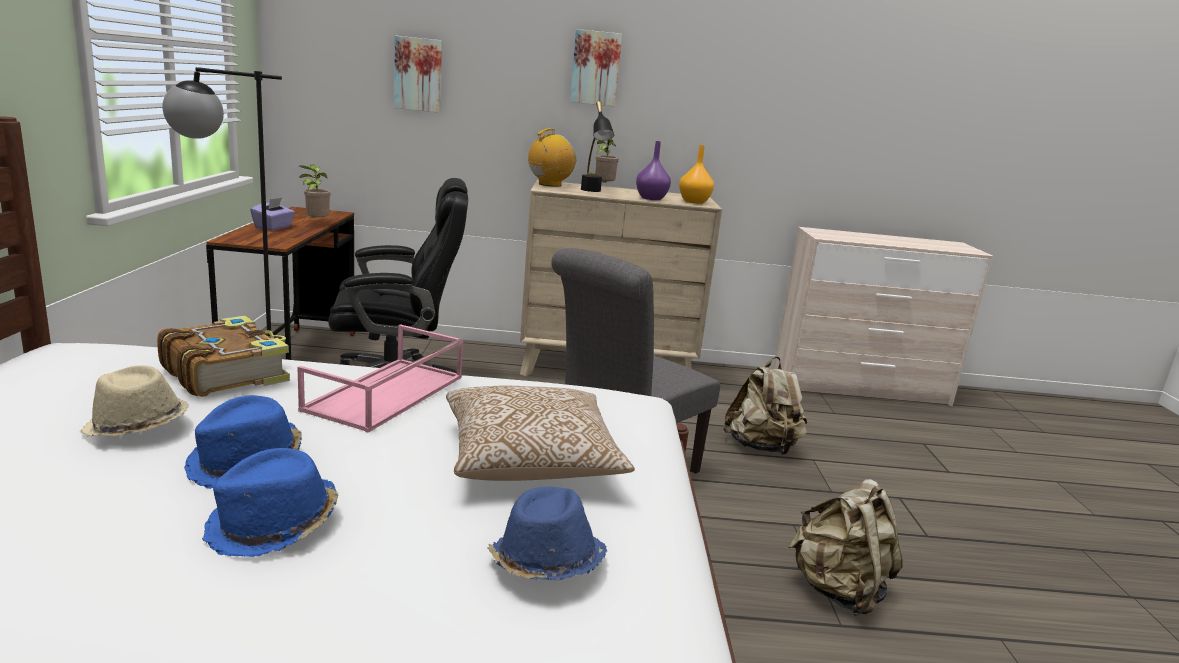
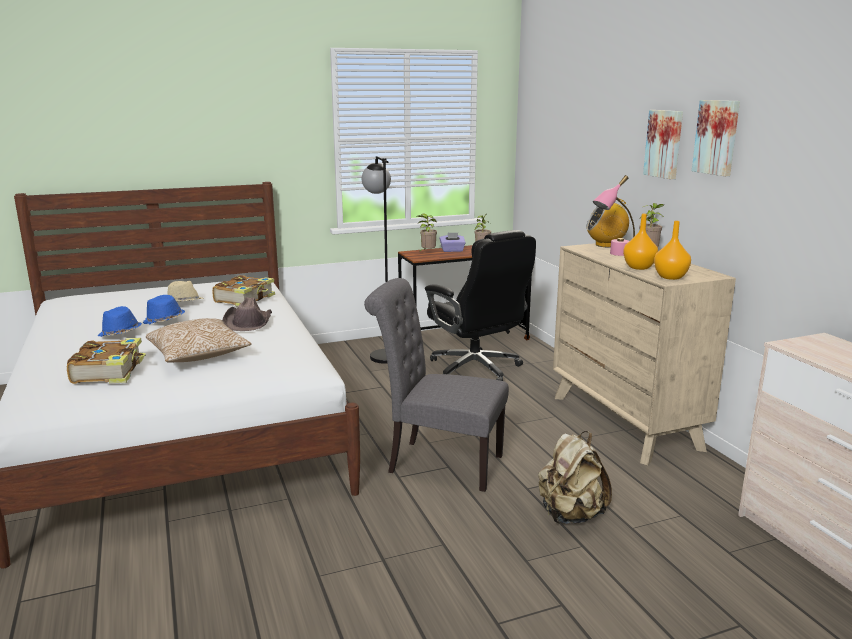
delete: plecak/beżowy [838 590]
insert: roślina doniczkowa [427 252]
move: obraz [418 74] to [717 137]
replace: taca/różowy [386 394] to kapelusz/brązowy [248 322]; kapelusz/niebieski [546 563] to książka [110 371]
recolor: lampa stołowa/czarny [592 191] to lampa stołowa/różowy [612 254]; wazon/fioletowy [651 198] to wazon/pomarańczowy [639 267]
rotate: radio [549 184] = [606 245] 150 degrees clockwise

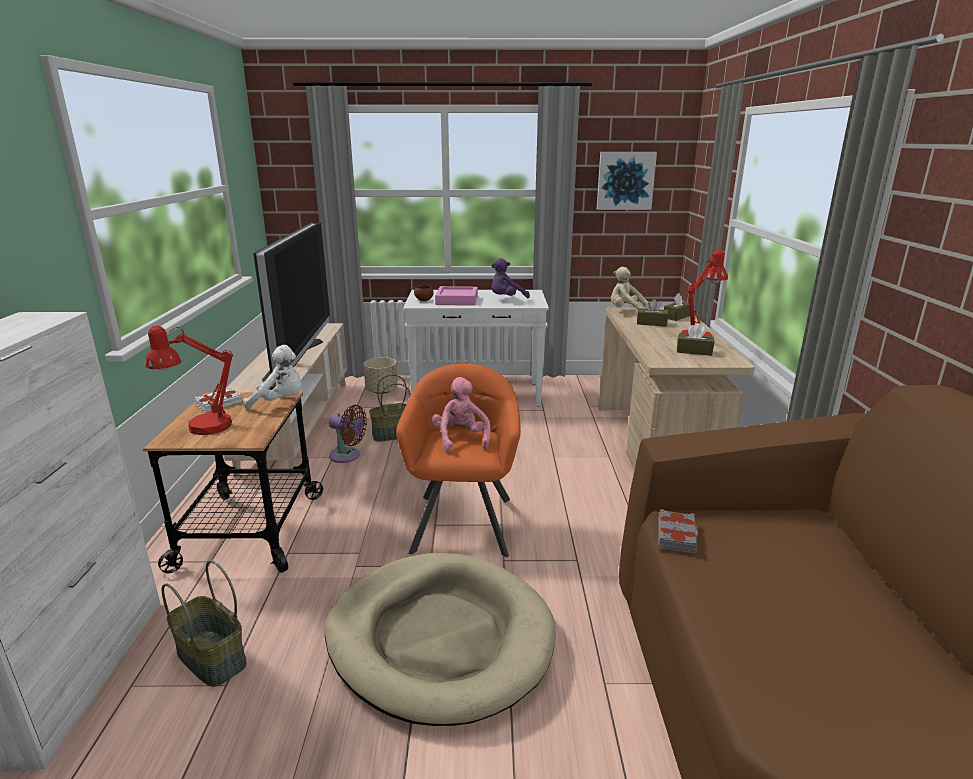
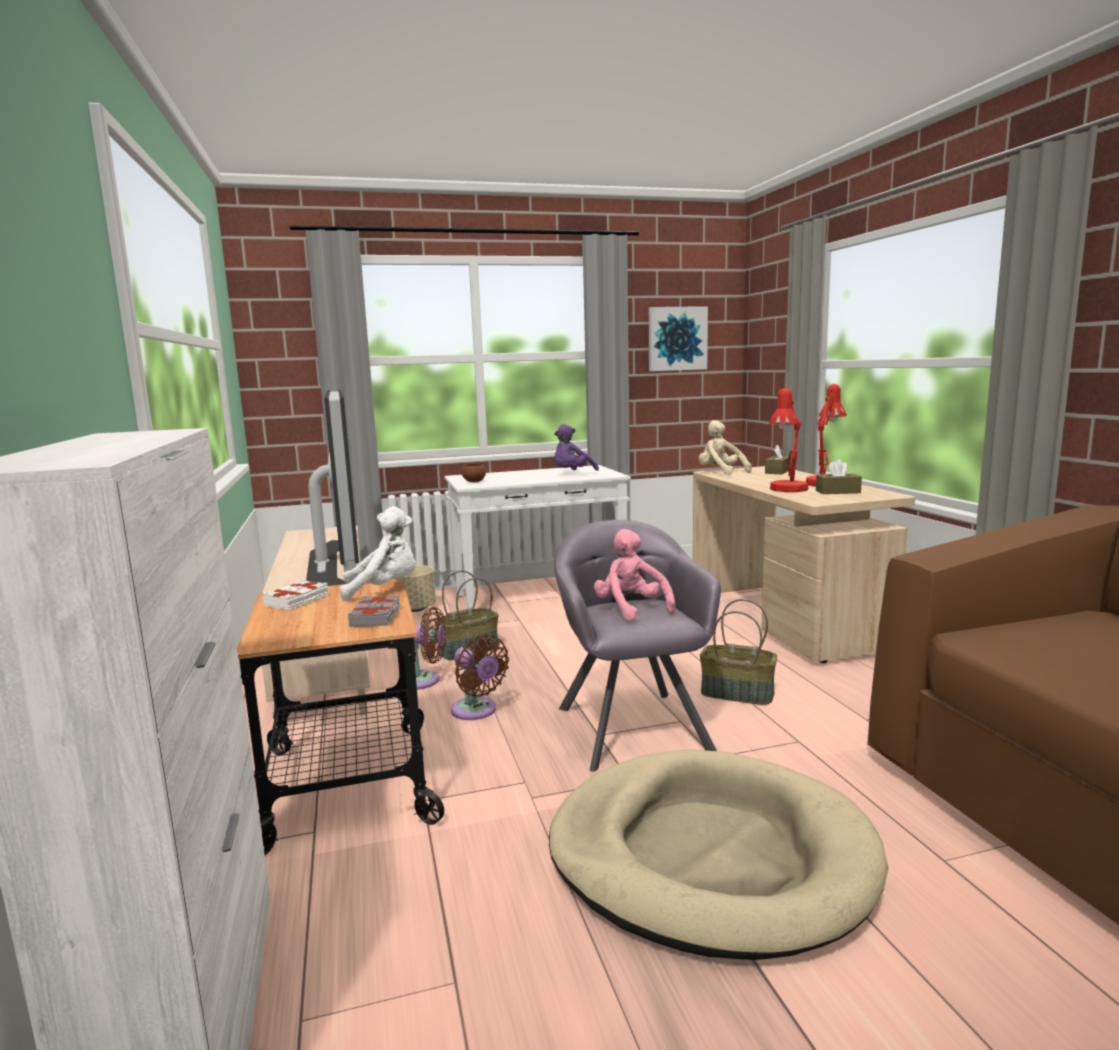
delete: taca/różowy [457 300]; pudełko chusteczek/brązowy [651 323]
insert: wentylator/brązowy [476 711]
move: lampa stołowa/czerwony [201 429] to [786 490]; książka/szary [677 536] to [376 617]; koszyk [210 658] to [736 694]
recolor: fotel/pomarańczowy [463 523] to fotel/szary [633 727]
rotate: pluszak/beżowy [626 312] = [720 472] 45 degrees clockwise

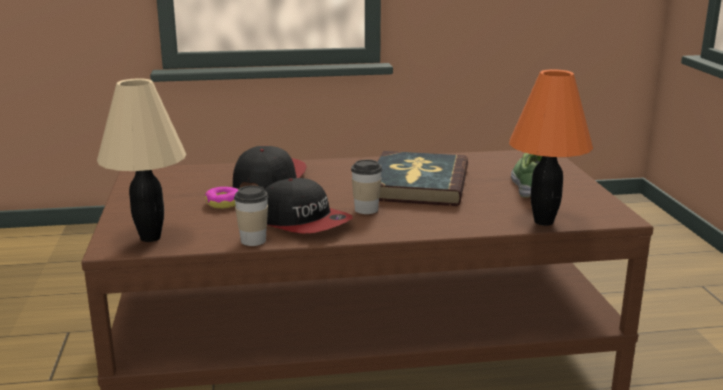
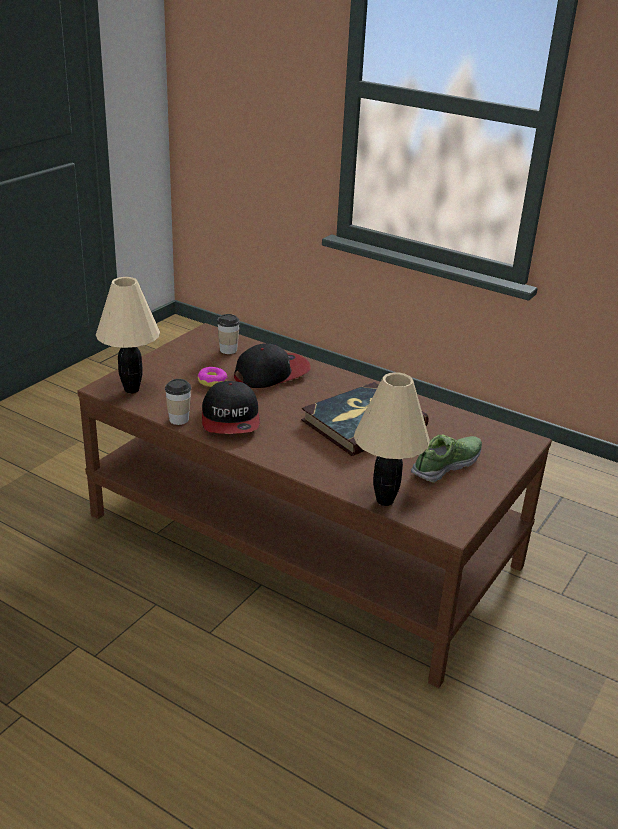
move: filiżanka [366 209] to [228 350]
recolor: lampa stołowa/pomarańczowy [544 221] to lampa stołowa/beżowy [385 500]

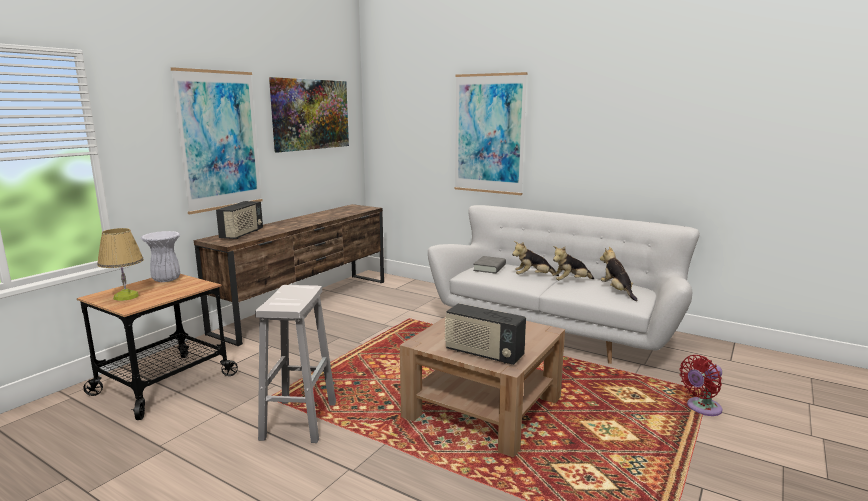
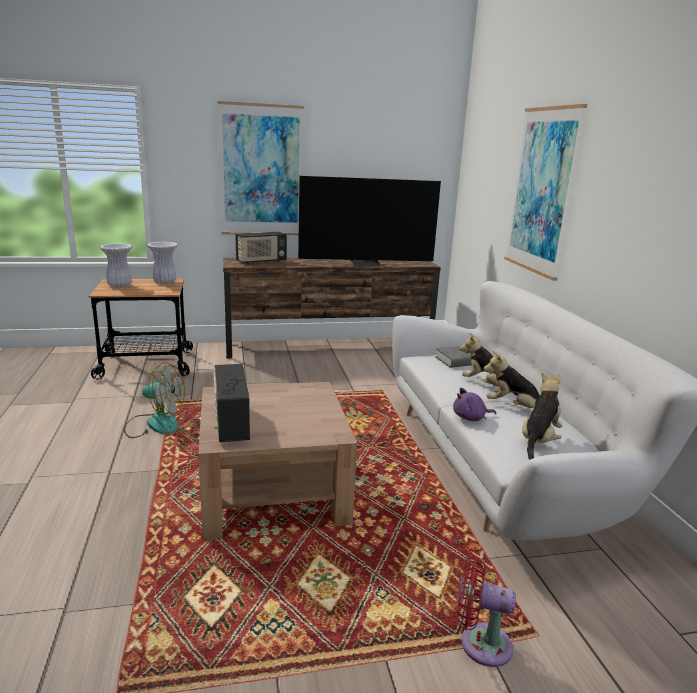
delete: obraz [311 114]
insert: telewizor [366 264]; pluszak/fioletowy [470 418]
replace: lampa stołowa [126 296] to wazon/biały [119 286]; stołek/biały [299 419] to wentylator [154 424]

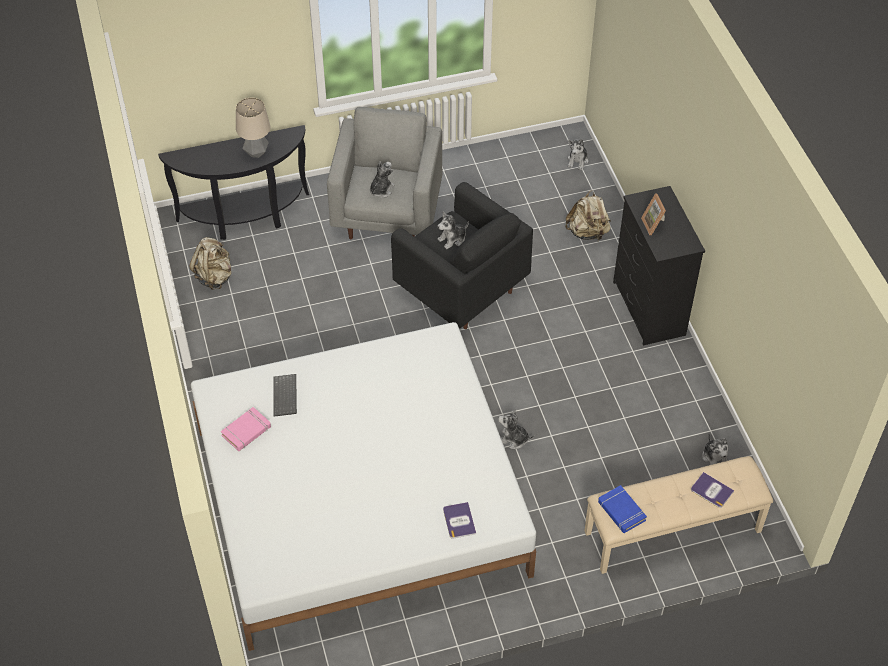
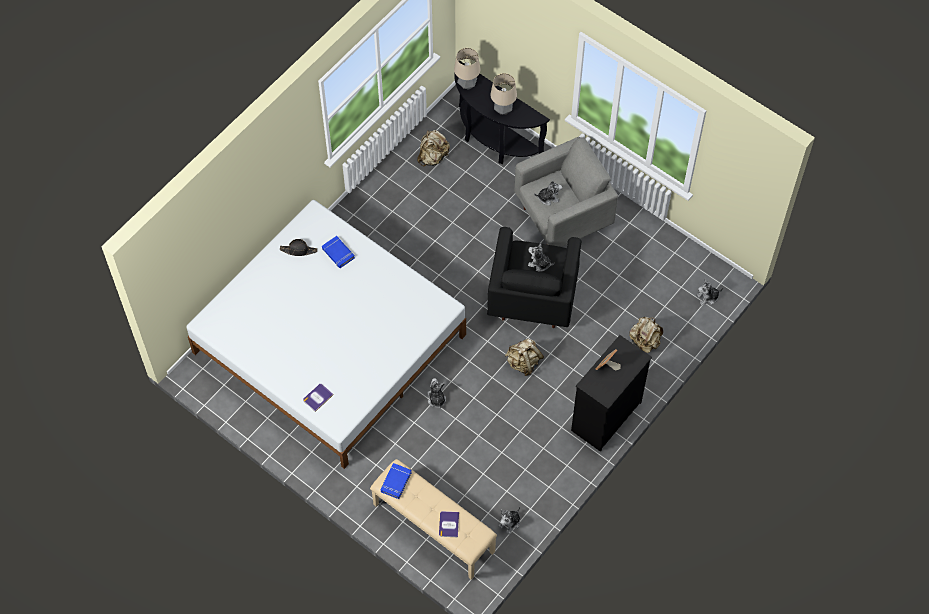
insert: lampa stołowa [467 85]; plecak/beżowy [523 363]
replace: klawiatura [286 396] to książka/niebieski [338 253]; książka/różowy [246 431] to kapelusz/czarny [298 250]

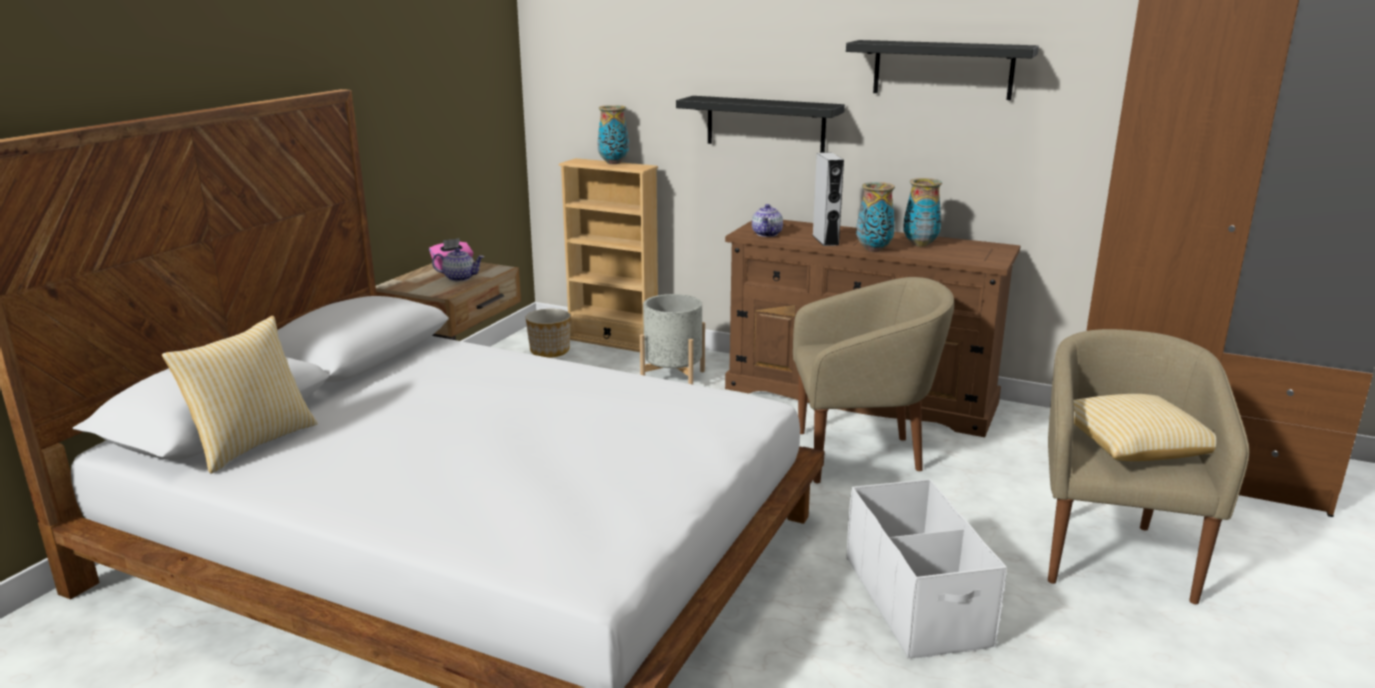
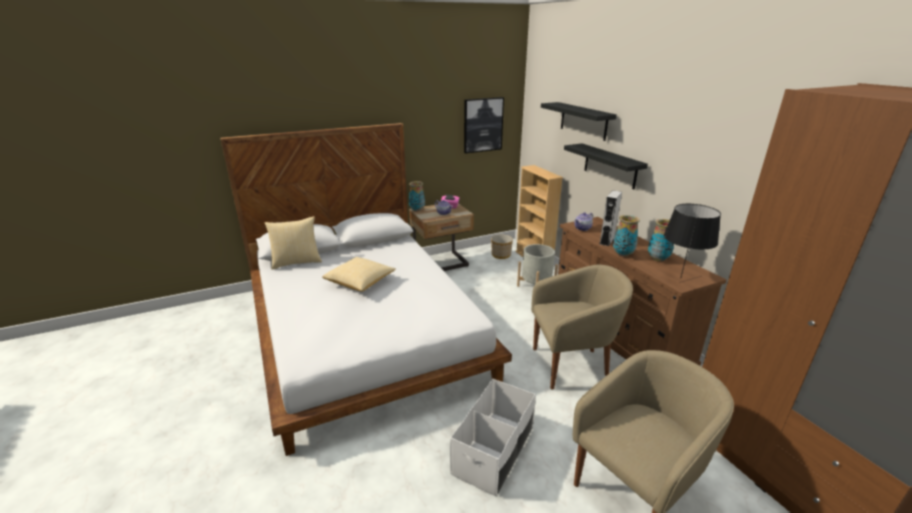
insert: obraz [483 125]; lampa stołowa/czarny [680 278]
move: półka/czarny [942 69] to [583 121]; wazon [614 163] to [417 210]; poduszka [1132 447] to [360 282]
rotate: fotel/beżowy [861 455] = [572 365] 45 degrees counterclockwise

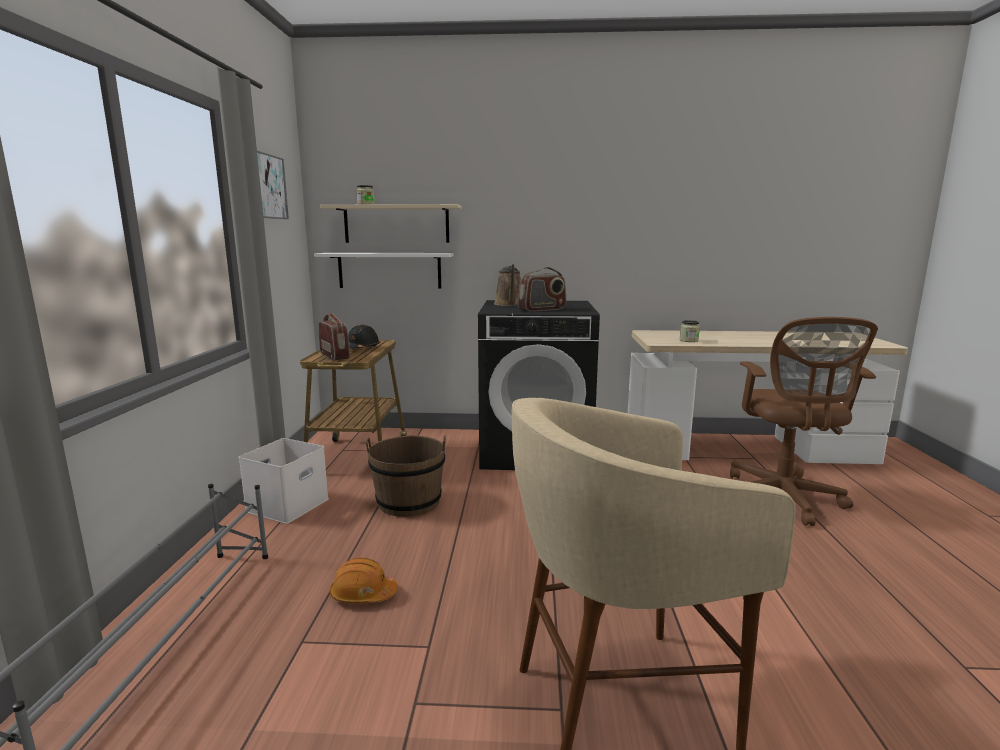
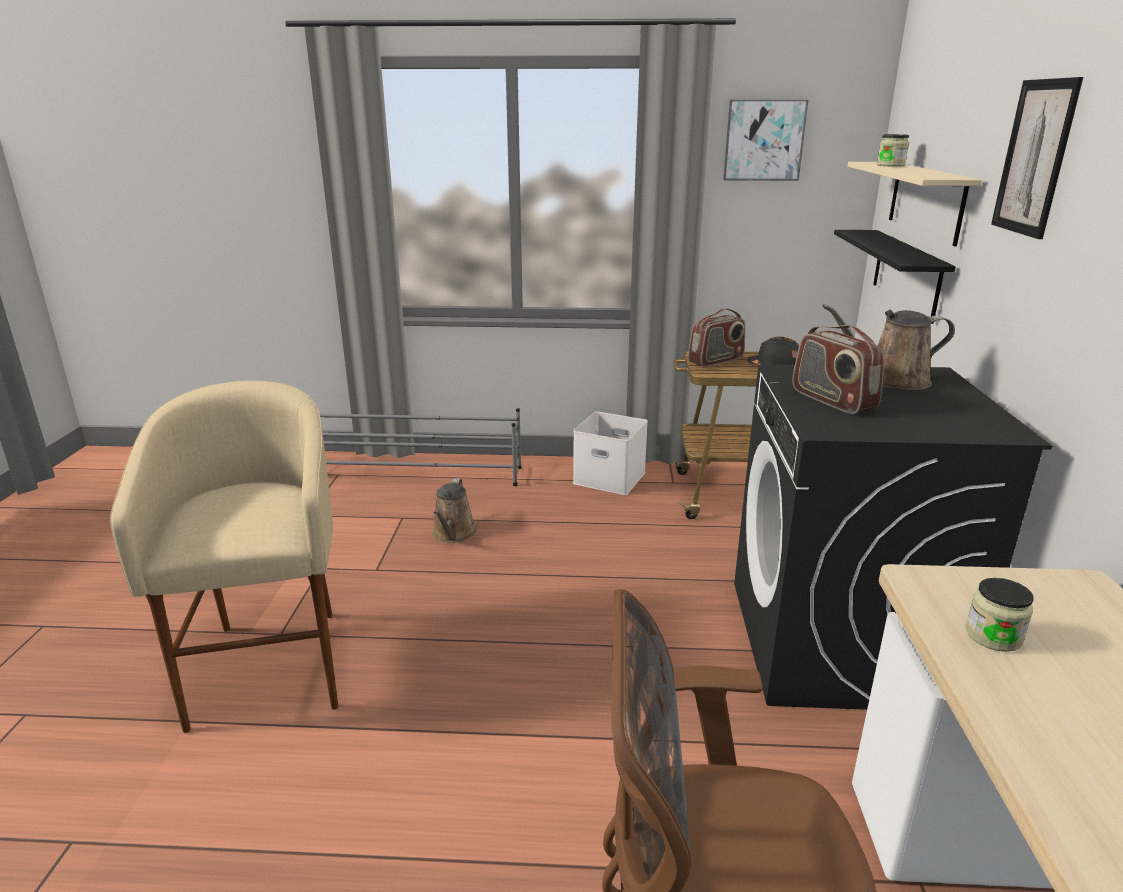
delete: wiadro/brązowy [409 502]
insert: obraz [1034 158]
replace: kask/pomarańczowy [363 594] to konewka/brązowy [453 534]
recolor: półka/biały [389 270] to półka/czarny [906 274]

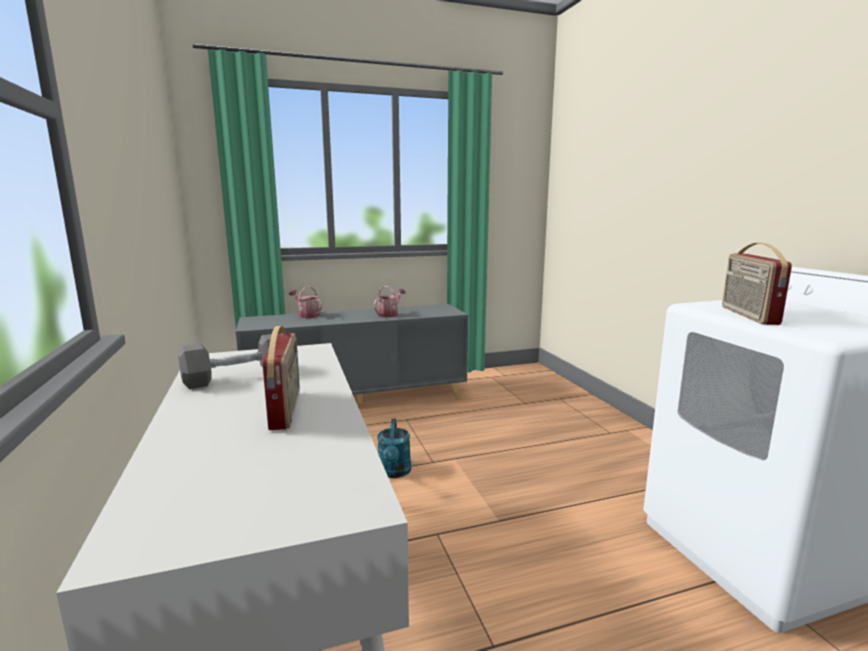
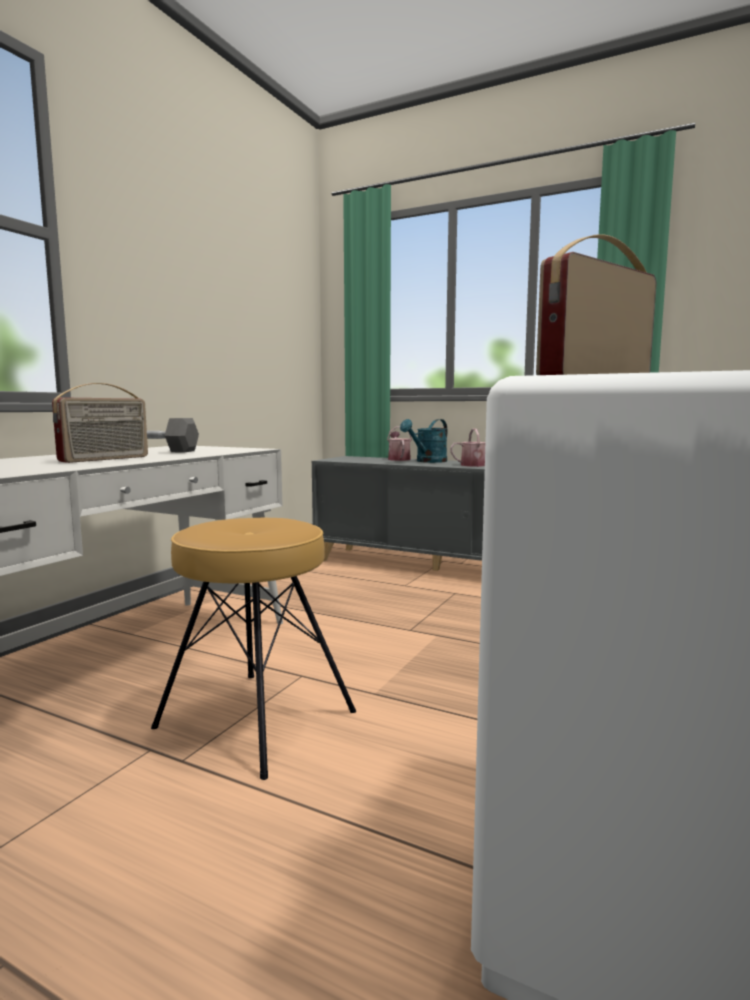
insert: stołek/brązowy [255 720]
move: konewka/turkusowy [394 472] to [428 461]

